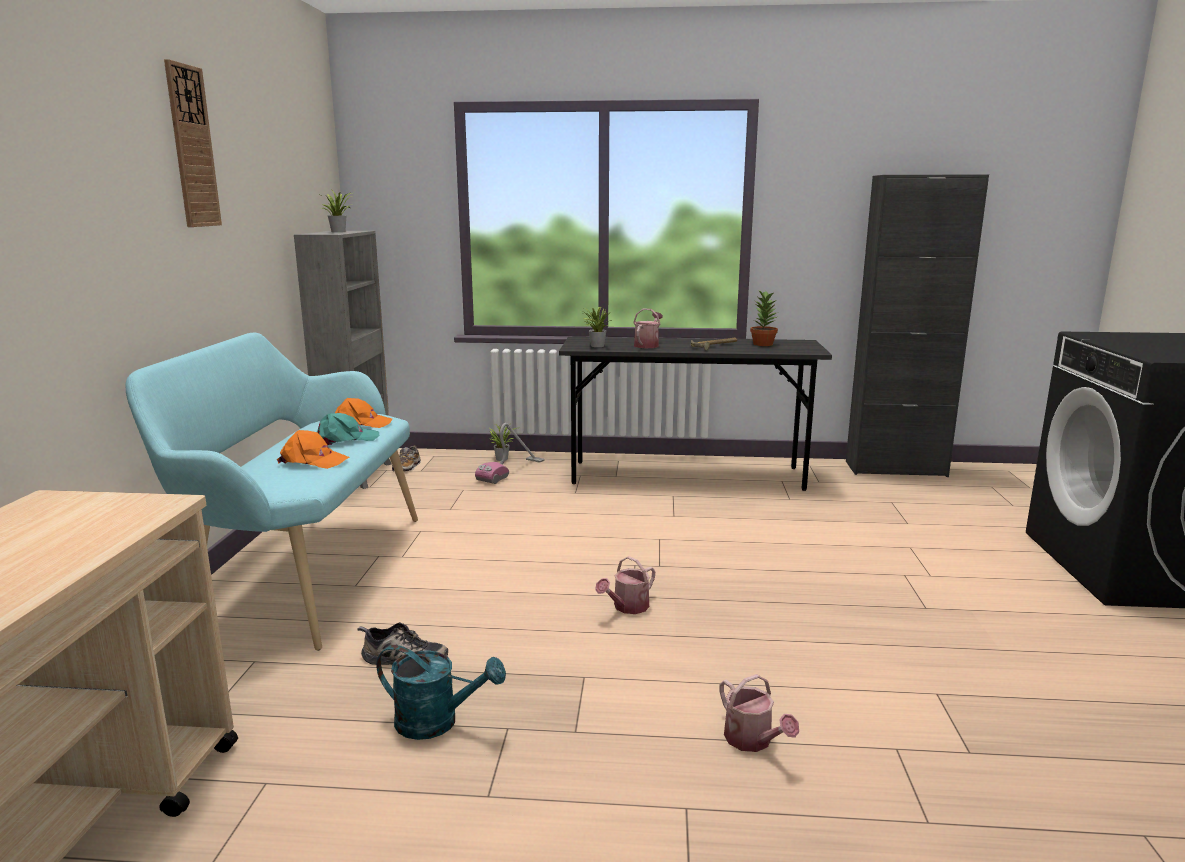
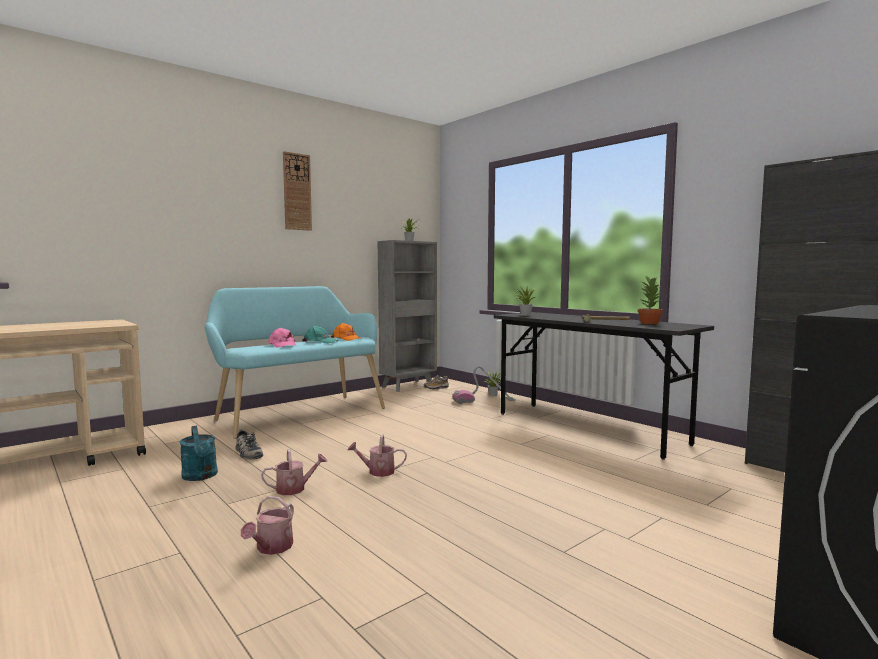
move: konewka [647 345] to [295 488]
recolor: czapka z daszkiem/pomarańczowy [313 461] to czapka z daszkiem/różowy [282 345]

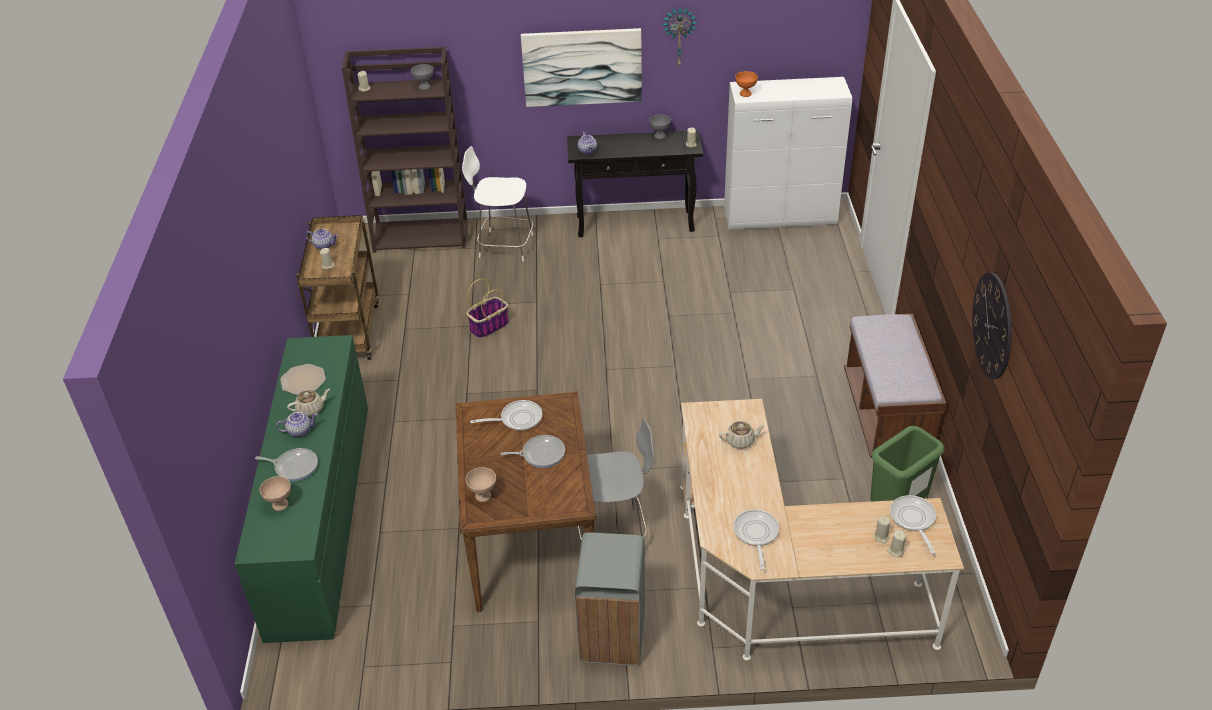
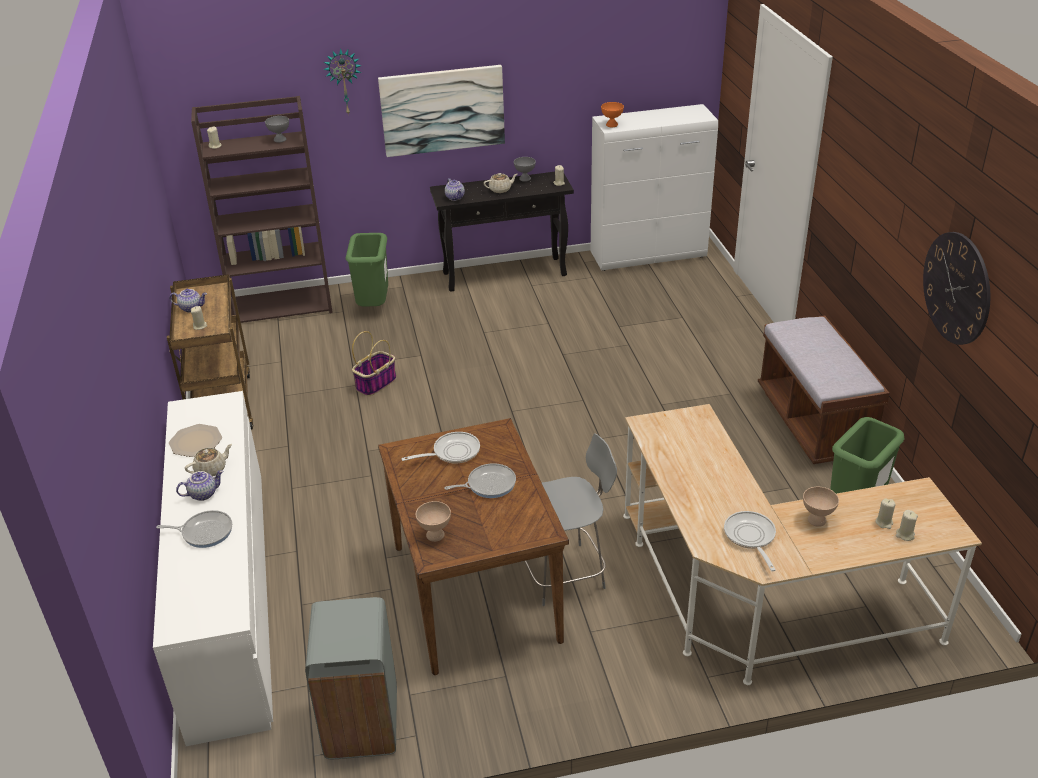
delete: patelnia [913 520]
move: zegar ścienny [679 35] to [344 81]; imbryk/beżowy [741 441] to [500 189]; miska/beżowy [280 504] to [817 520]; kosz na śmieci/szary [612 637] to [361 725]
replace: krzesło/biały [504 245] to kosz na śmieci/zielony [373 306]
recolor: komoda/zielony [320 517] to komoda/biały [228 598]

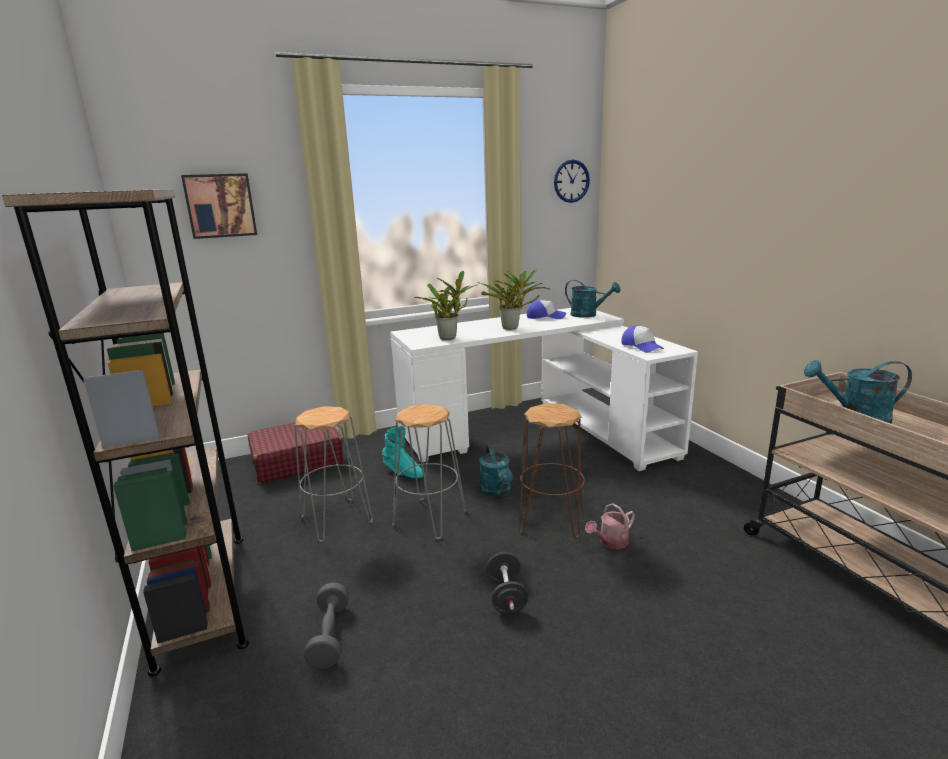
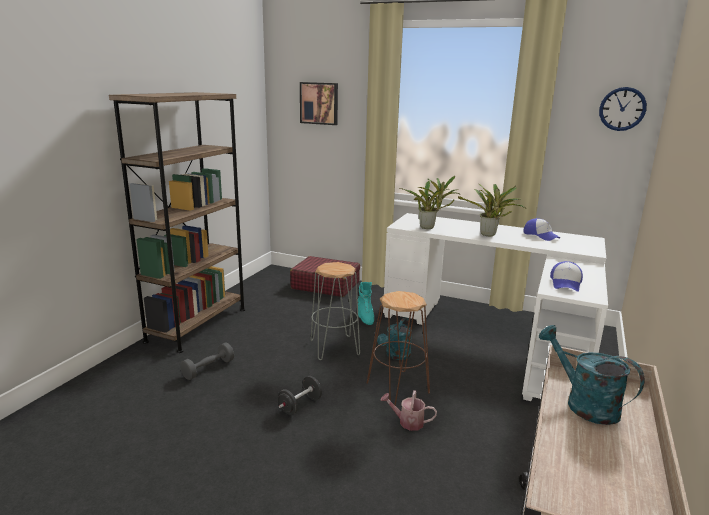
delete: konewka/turkusowy [588 315]; stołek/szary [337 519]

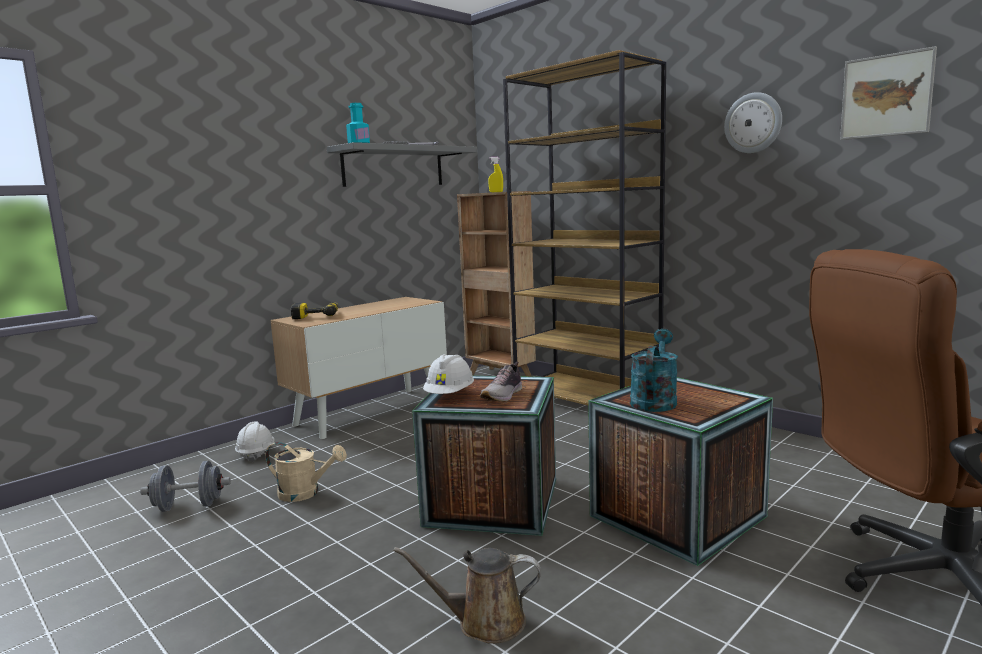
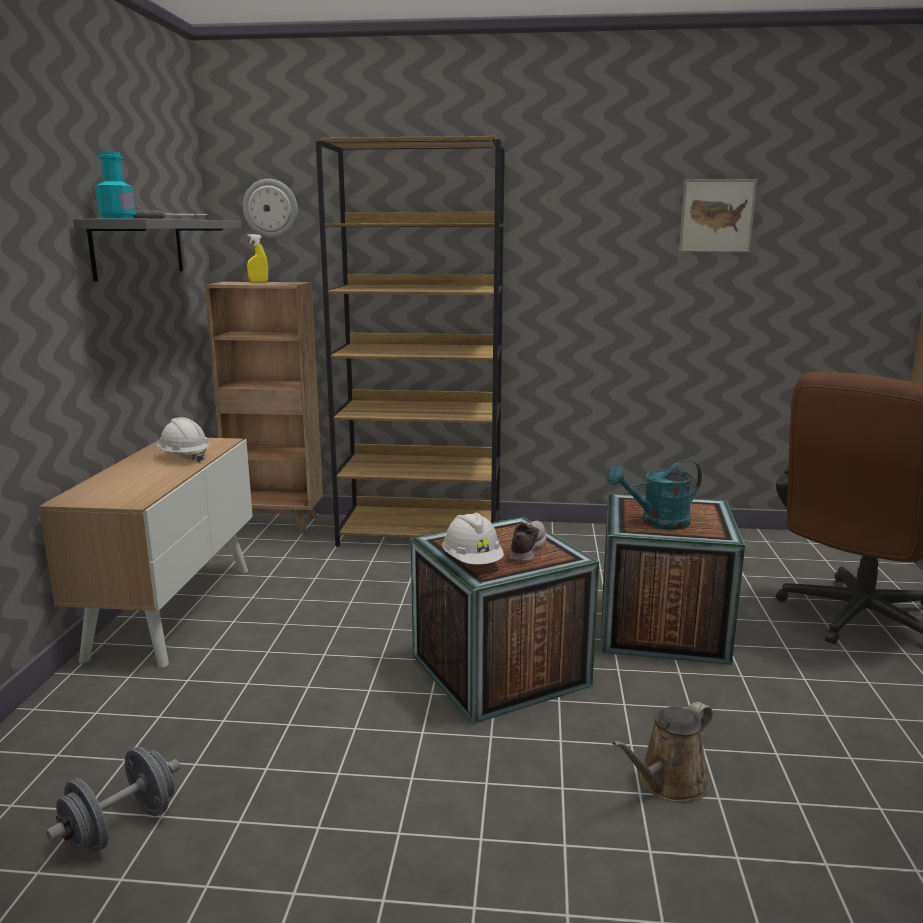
delete: wiertarka [317 315]; konewka/beżowy [306 493]
move: zegar ścienny [753 123] to [271 208]; kask/biały [256 453] to [183 457]
rotate: konewka/turkusowy [654 400] = [657 523] 90 degrees counterclockwise; but [503 395] = [526 549] 150 degrees counterclockwise

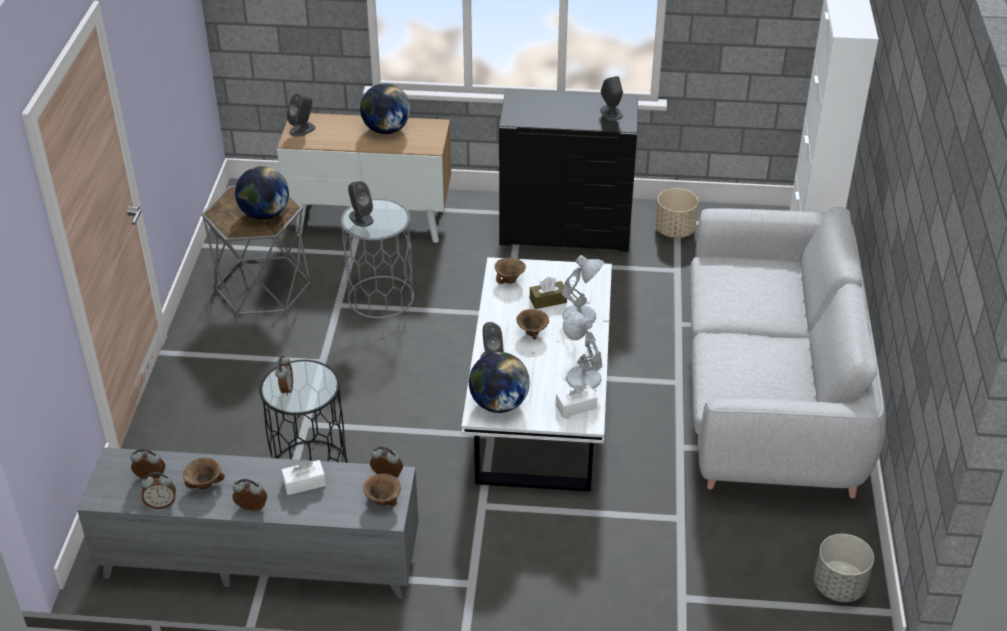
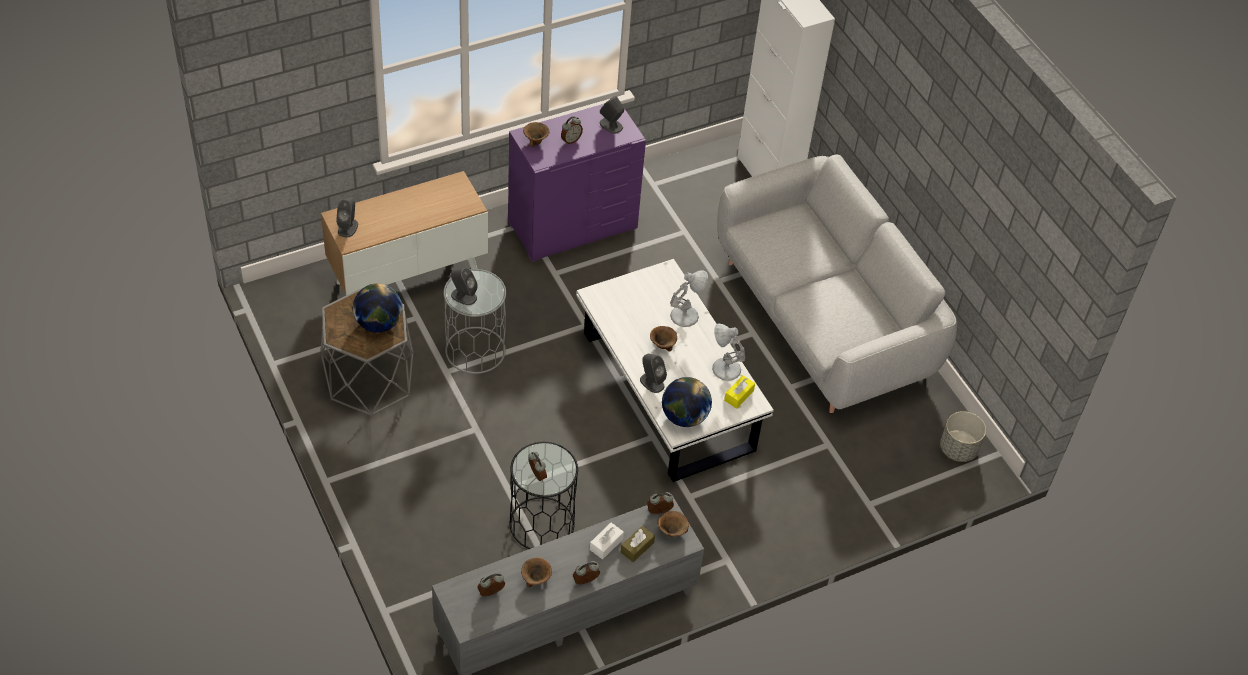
delete: globus [386 130]; donica/beżowy [675 230]
move: miska/brązowy [509 280] to [536 141]; pudełko chusteczek/brązowy [548 300] to [637 547]; budzik [161 504] to [570 140]
recolor: komoda/czarny [565 228] to komoda/fioletowy [572 224]; pudełko chusteczek/biały [576 407] to pudełko chusteczek/żółty [739 395]

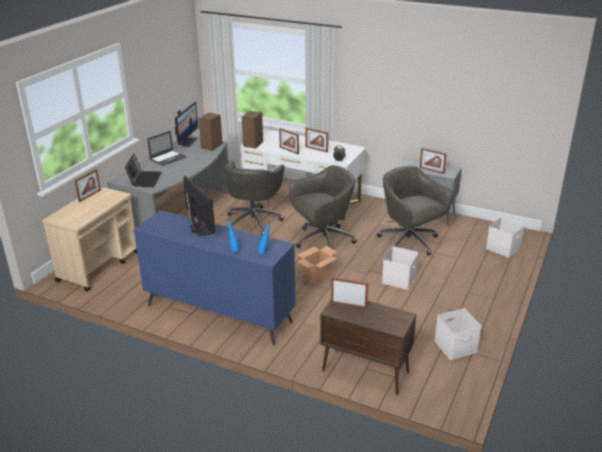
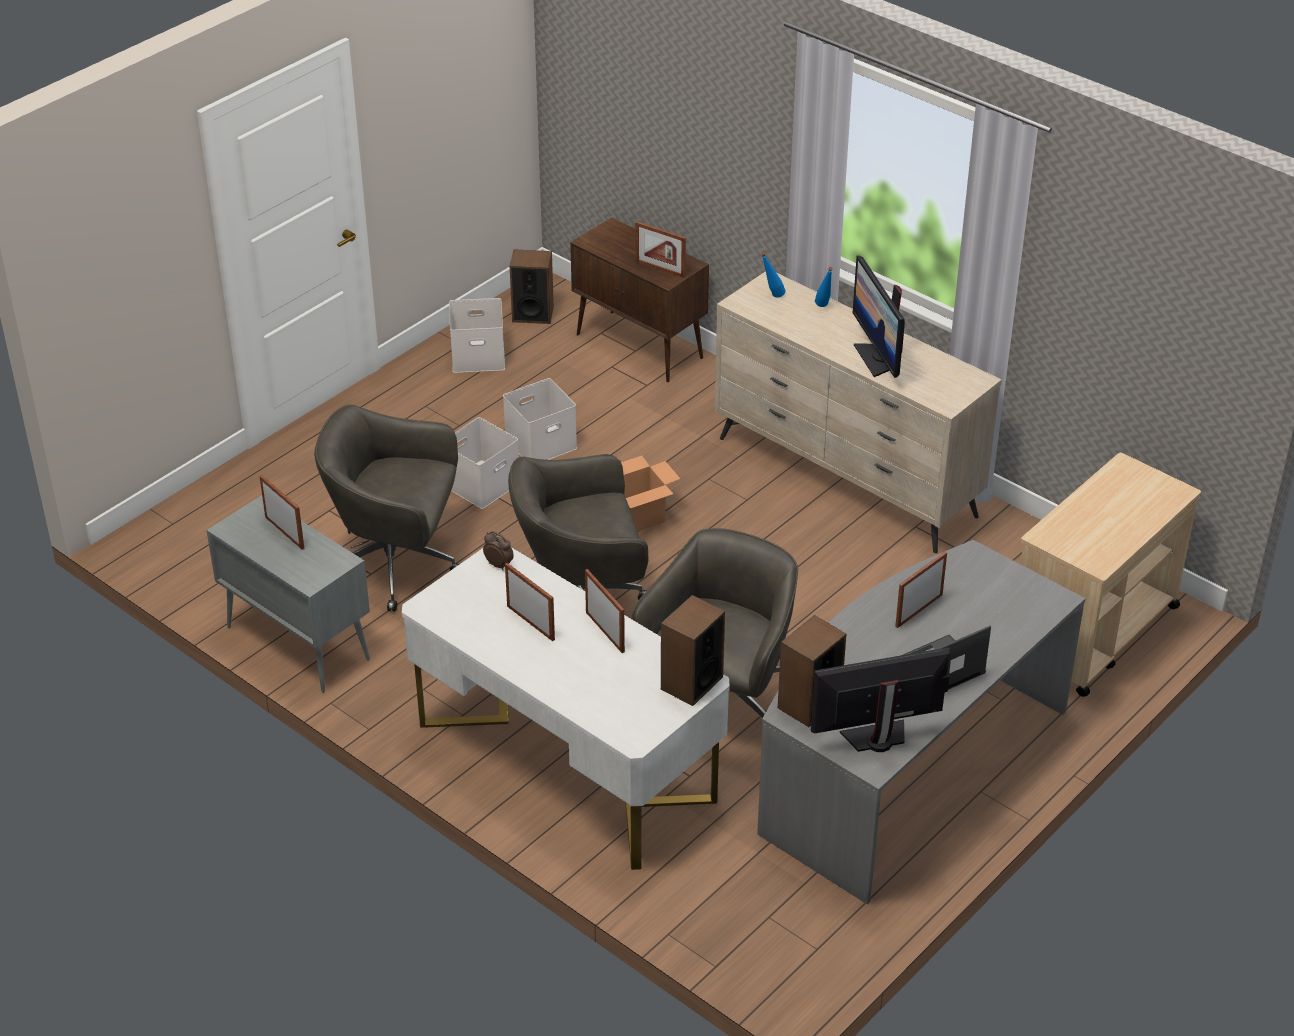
delete: laptop [144 179]
insert: głośnik [532 314]
move: ramka na zdjęcie [89 196] to [919 610]; pojemnik do przechowywania/biały [503 248] to [541 442]
recolor: komoda/niebieski [218 313] to komoda/beżowy [846 478]
rotate: monitor [187 142] = [877 738] 45 degrees clockwise; krzesło biurowe/szary [409 243] = [396 565] 120 degrees clockwise

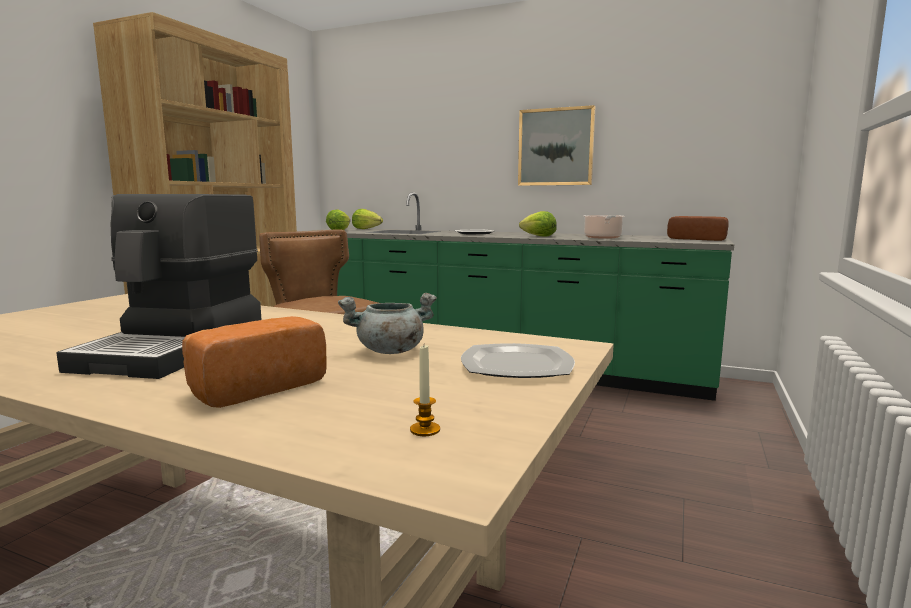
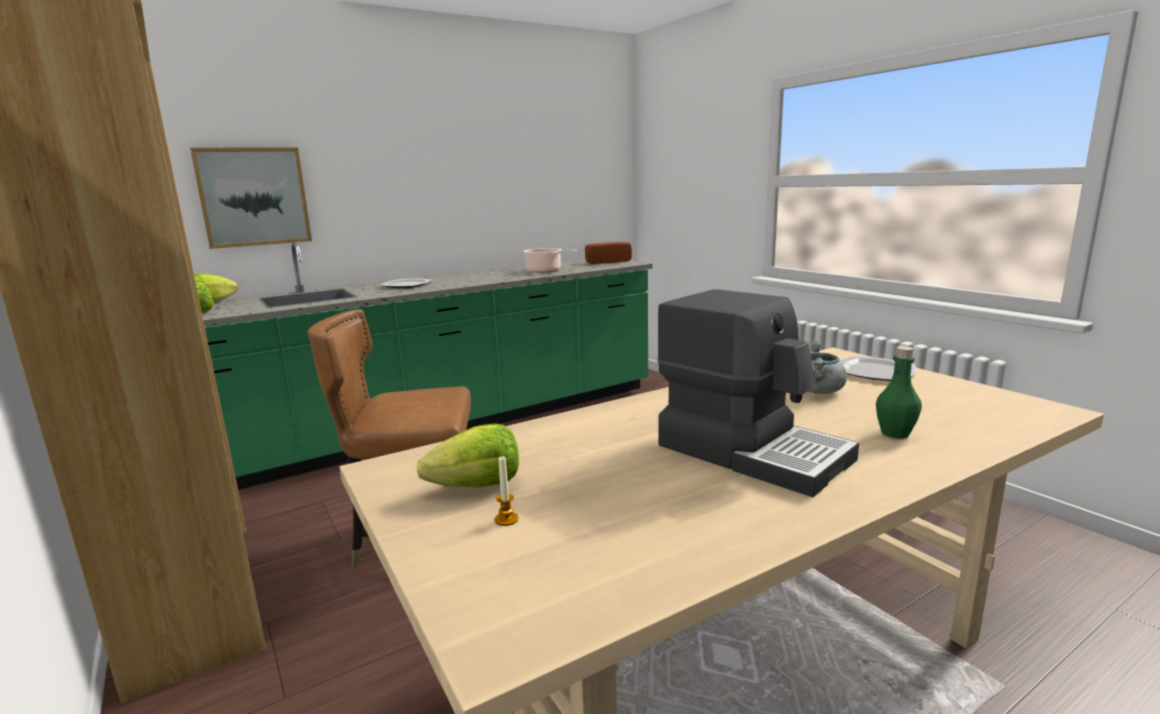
move: obraz [556 147] to [254 197]; sałata [538 236] to [477 486]; świeca [425 430] to [506 519]
replace: chleb [255 387] to butelka/zielony [895 433]

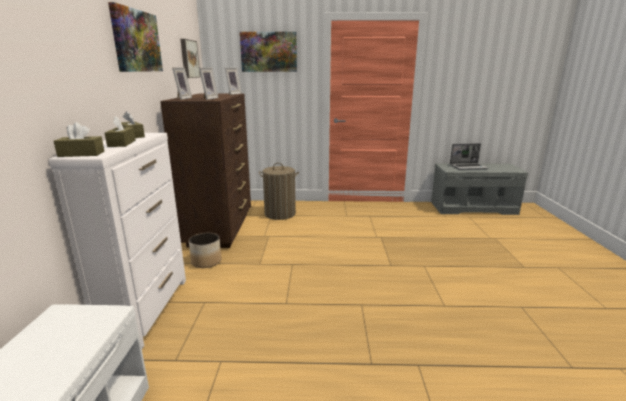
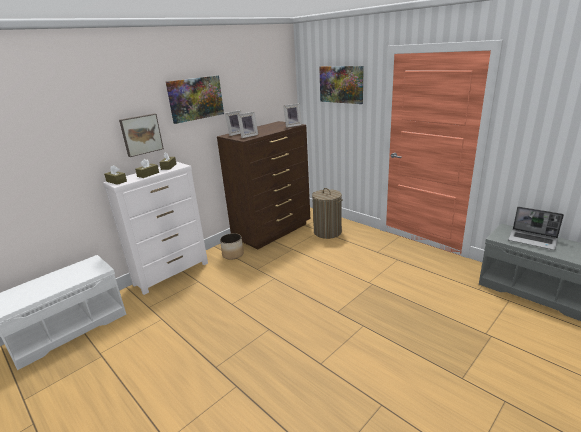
move: obraz [188 59] to [141 134]

